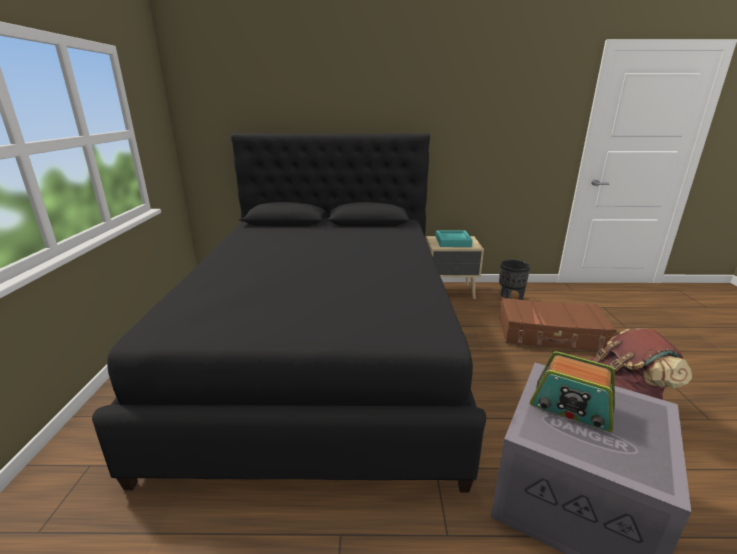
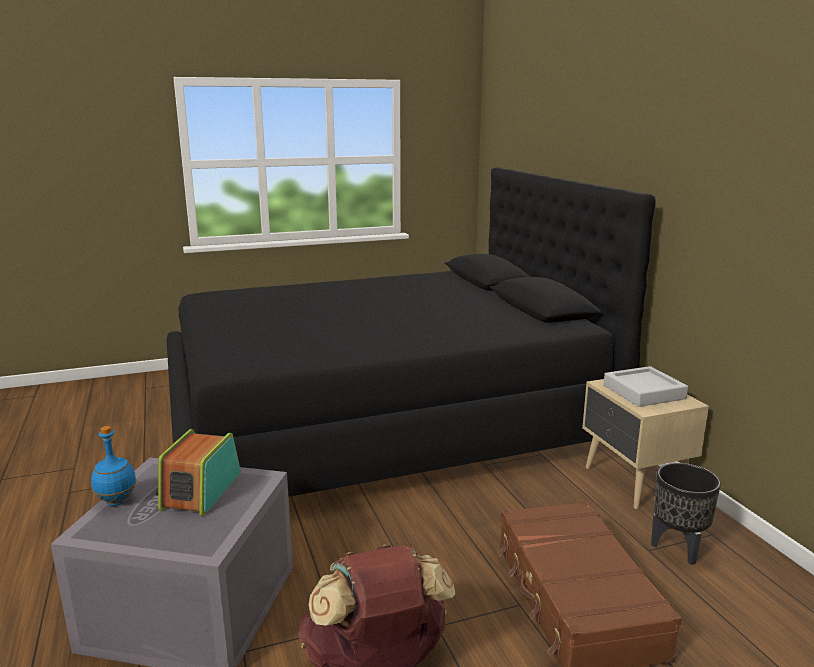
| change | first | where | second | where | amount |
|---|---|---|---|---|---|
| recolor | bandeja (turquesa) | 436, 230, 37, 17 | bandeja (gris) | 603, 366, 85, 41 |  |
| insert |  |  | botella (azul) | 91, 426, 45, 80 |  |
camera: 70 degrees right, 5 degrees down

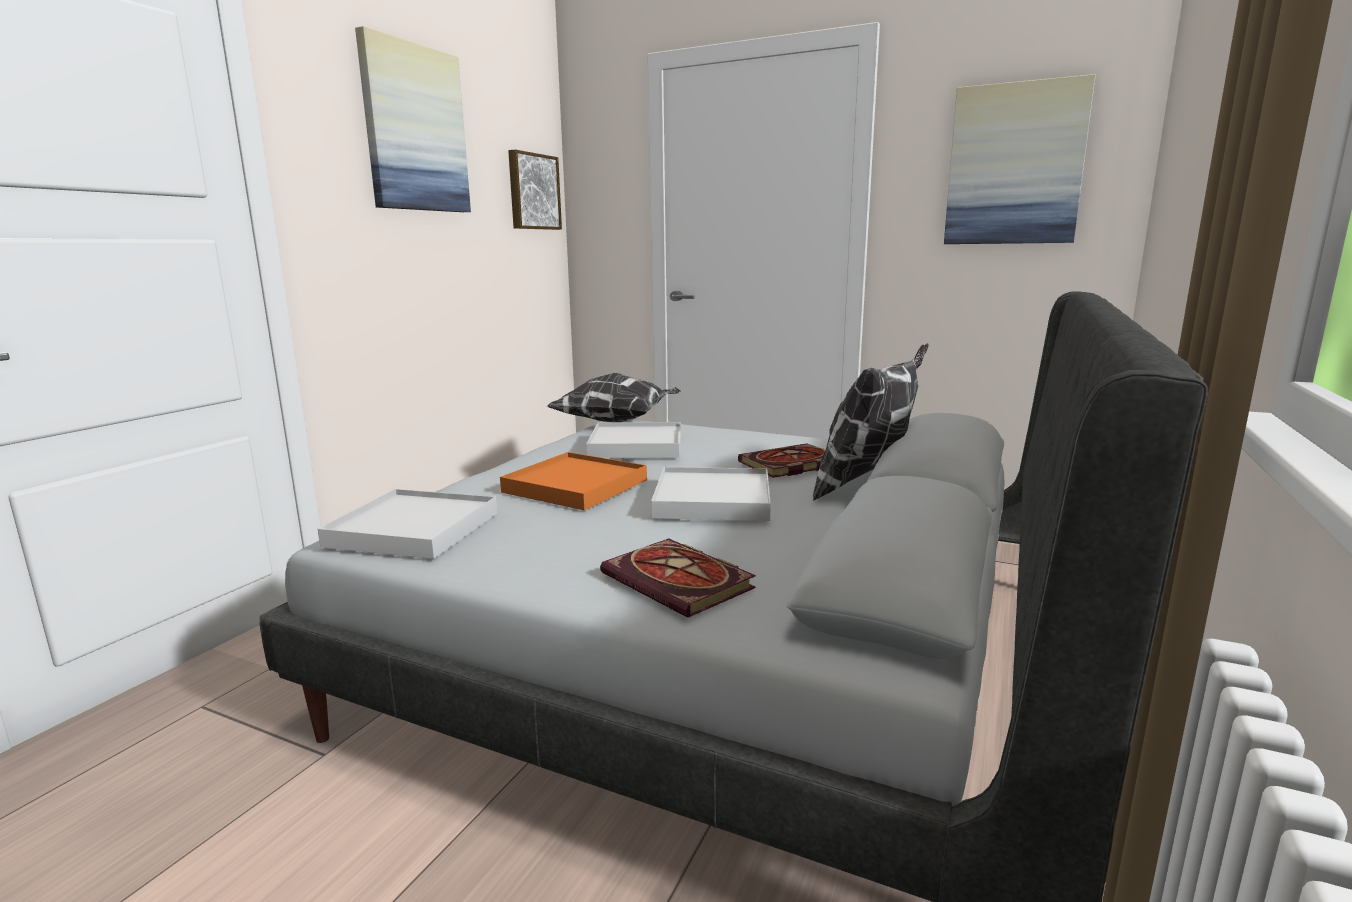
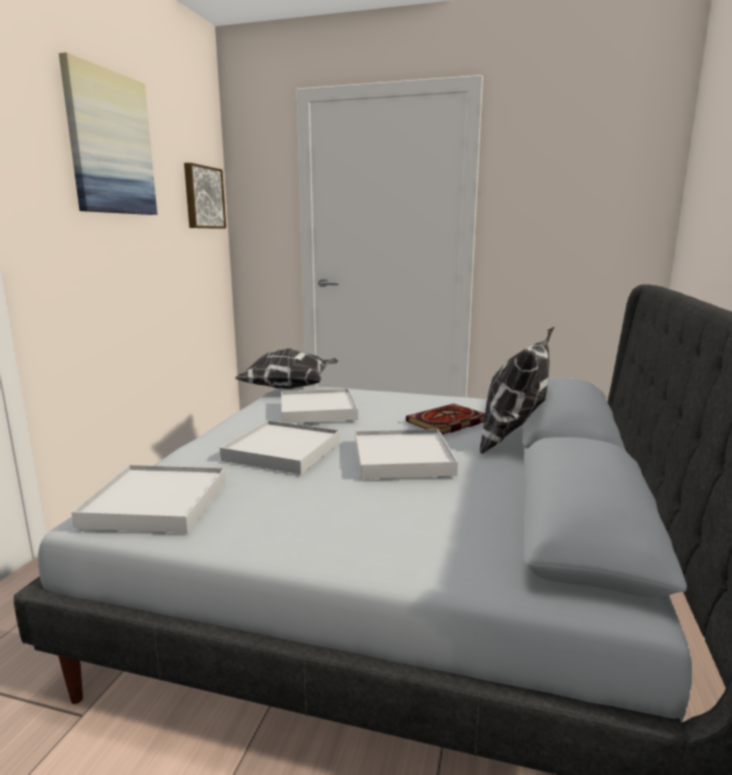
| change | first | where | second | where | amount |
|---|---|---|---|---|---|
| recolor | bandeja (naranja) | 500, 452, 147, 58 | bandeja (blanco) | 220, 420, 120, 55 |  |
| delete | libro | 600, 538, 156, 80 |  |  |  |
| delete | cuadro | 944, 74, 152, 170 |  |  |  |
camera: 10 degrees left, 0 degrees up

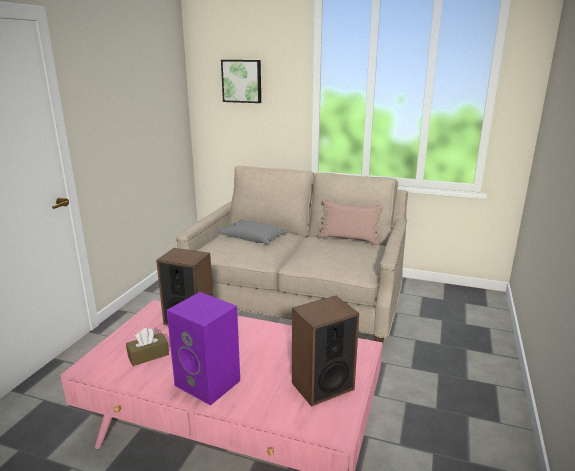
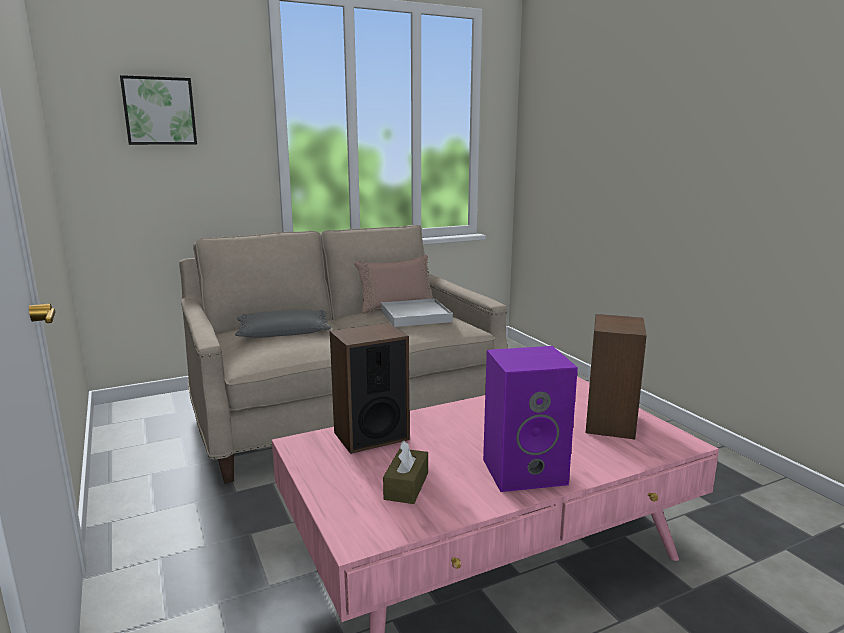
| change | first | where | second | where | amount |
|---|---|---|---|---|---|
| insert |  |  | bandeja (blanco) | 381, 299, 72, 28 |  |
camera: 45 degrees left, 5 degrees down

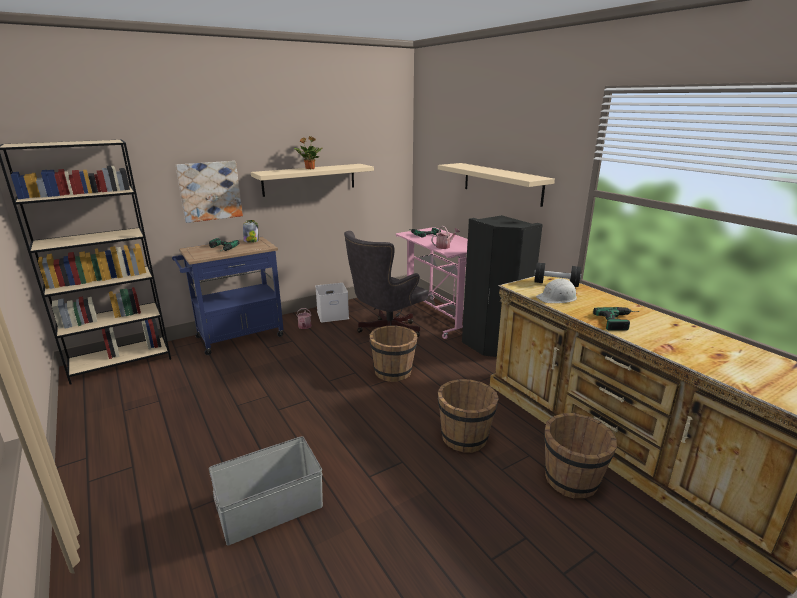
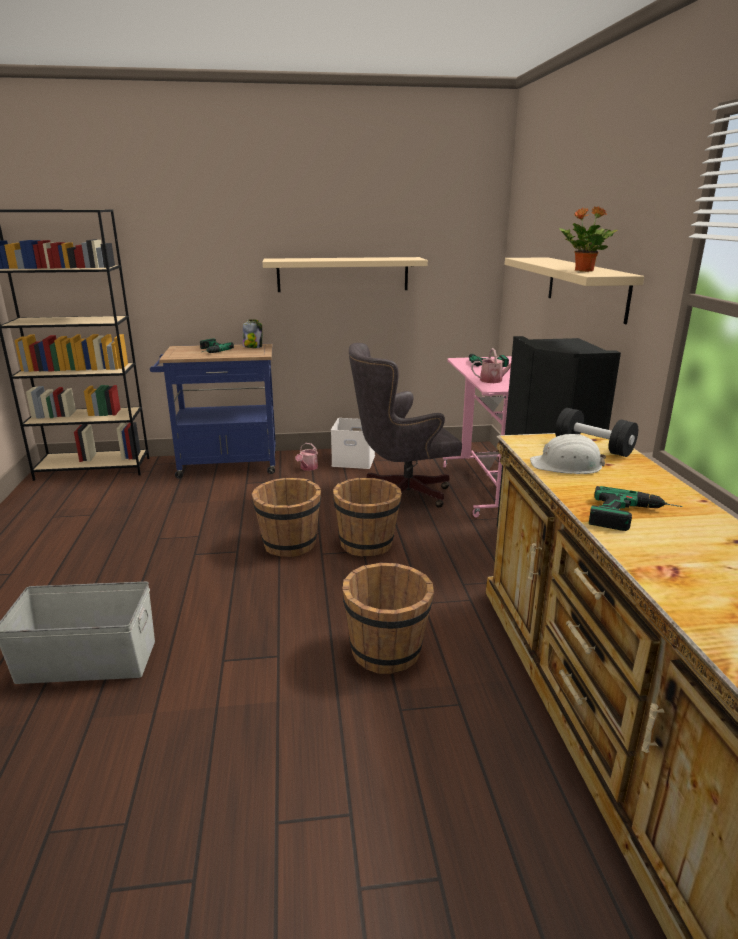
| change | first | where | second | where | amount |
|---|---|---|---|---|---|
| delete | cuadro | 176, 161, 67, 62 |  |  |  |
| move | planta en maceta | 294, 137, 28, 32 |  | 559, 206, 59, 66 |  |
| move | cubo (marrón) | 544, 413, 73, 86 |  | 252, 478, 69, 79 |  |
camera: 25 degrees right, 0 degrees up

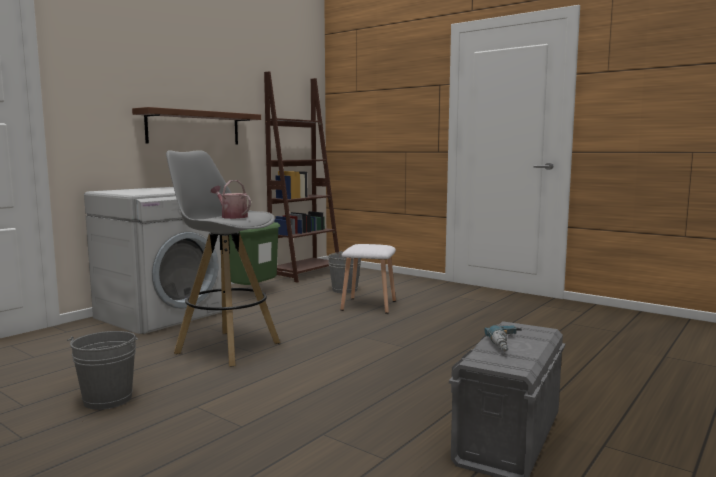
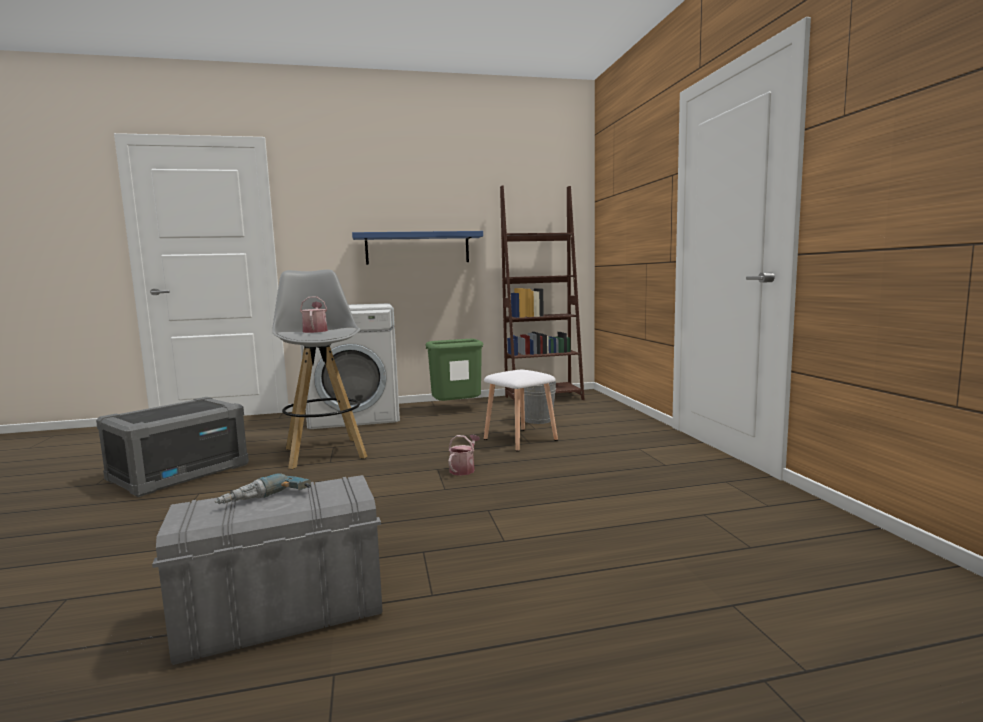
| change | first | where | second | where | amount |
|---|---|---|---|---|---|
| replace | cubo (gris) | 67, 331, 71, 79 | caja de almacenaje (gris) | 96, 397, 153, 100 |  |
| recolor | estante (marrón) | 132, 107, 129, 38 | estante (azul) | 352, 231, 131, 34 |  |
| insert |  |  | regadera | 448, 435, 32, 41 |  |
camera: 40 degrees right, 0 degrees up

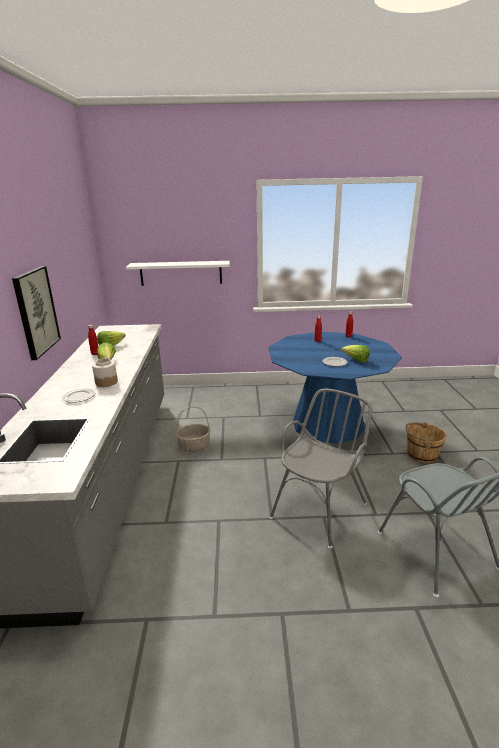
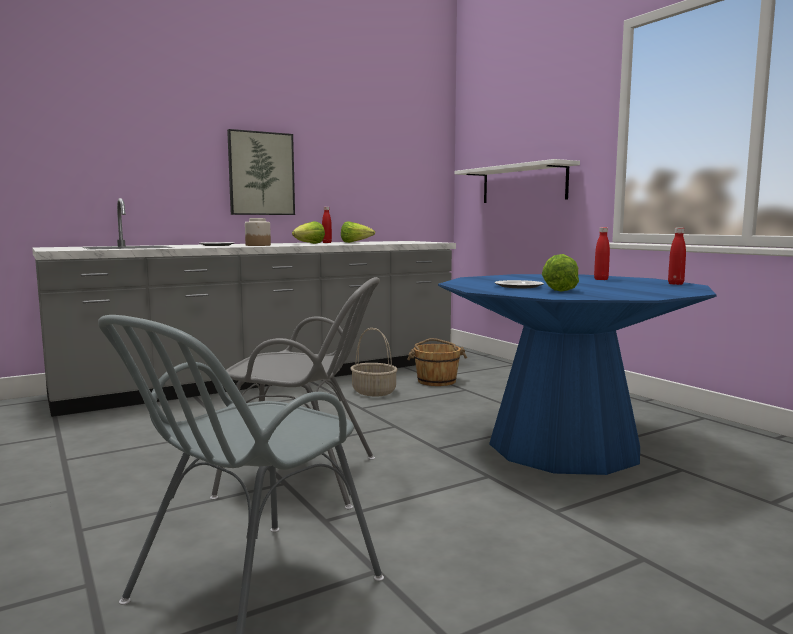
| change | first | where | second | where | amount |
|---|---|---|---|---|---|
| move | cubo (marrón) | 406, 422, 40, 41 |  | 407, 338, 60, 48 |  |
camera: 60 degrees right, 15 degrees down

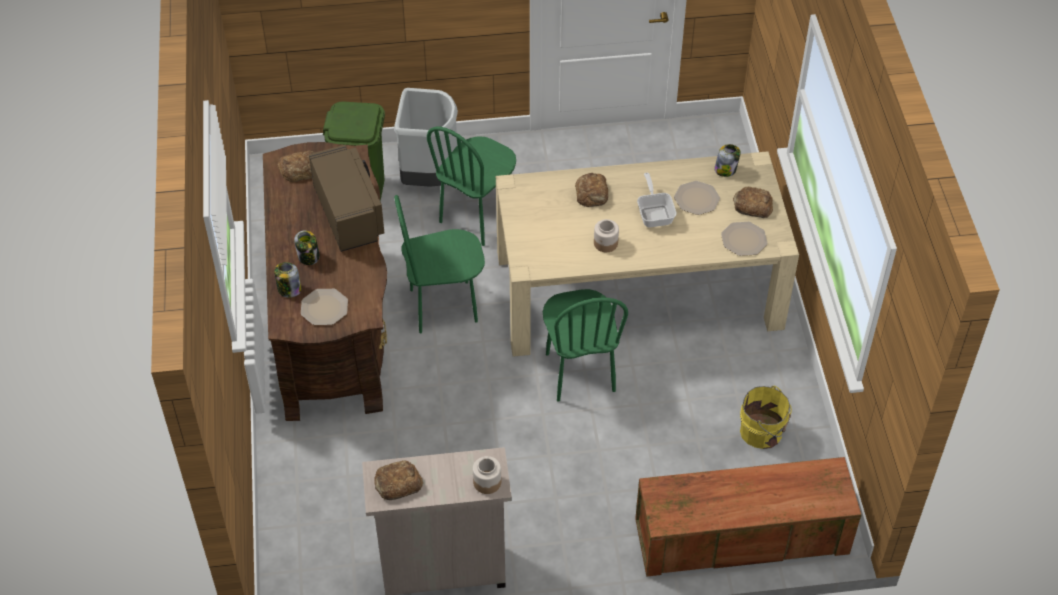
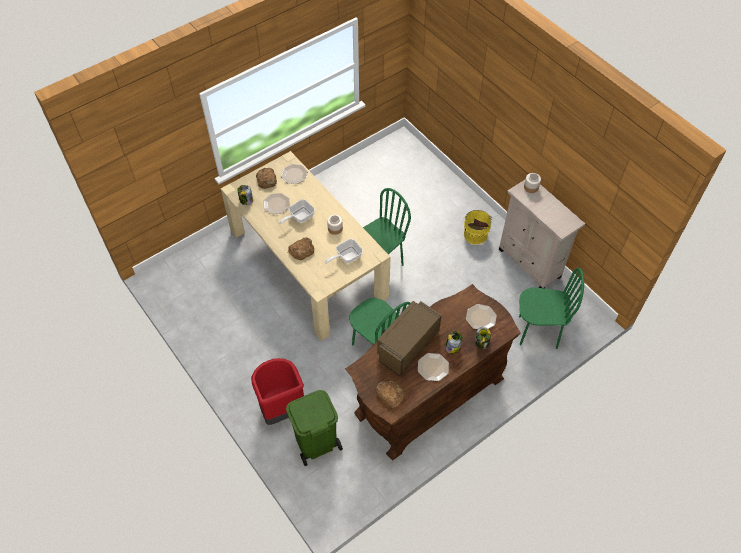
| change | first | where | second | where | amount |
|---|---|---|---|---|---|
| delete | pan | 374, 460, 49, 40 |  |  |  |
| recolor | papelera (gris) | 394, 88, 64, 99 | papelera (rojo) | 251, 358, 53, 67 |  |
| move | silla (verde) | 427, 127, 89, 119 |  | 519, 268, 65, 81 |  |
| delete | banco (marrón) | 635, 457, 227, 120 |  |  |  |
| move | cubo (amarillo) | 740, 386, 52, 63 |  | 464, 210, 27, 34 |  |
| insert |  |  | sartén | 324, 239, 39, 25 |  |
| insert |  |  | plato | 418, 353, 31, 28 |  |
camera: 120 degrees left, 5 degrees up

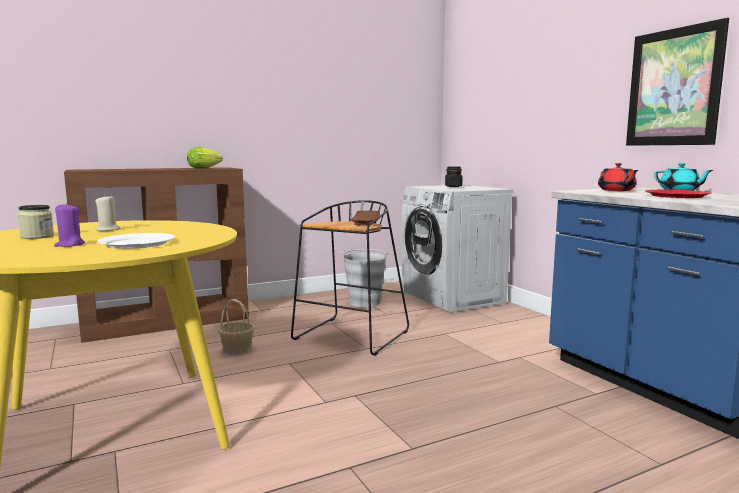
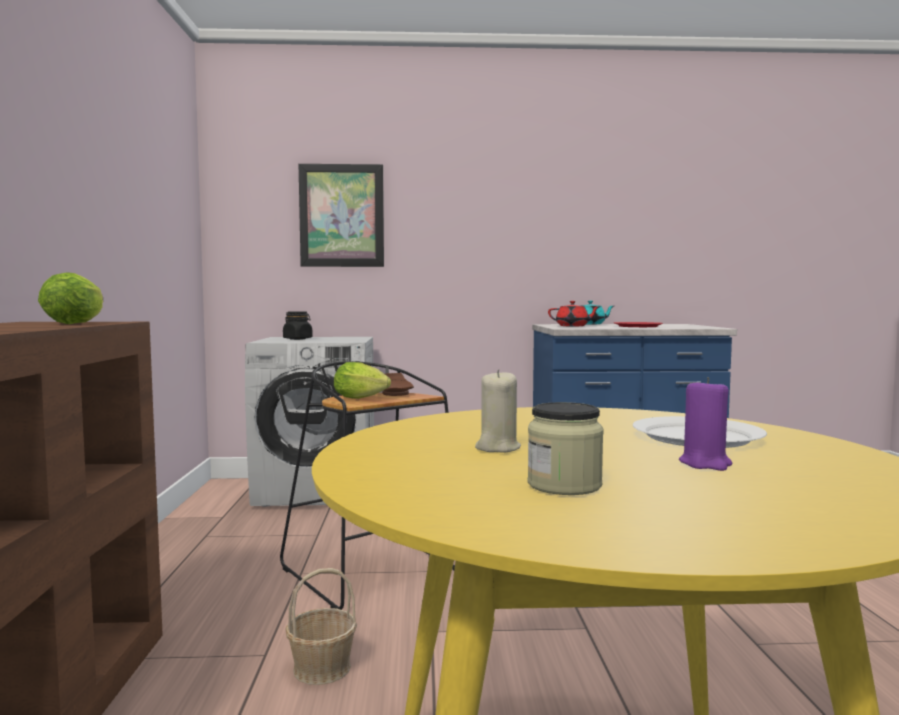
| change | first | where | second | where | amount |
|---|---|---|---|---|---|
| delete | cubo (gris) | 342, 249, 46, 58 |  |  |  |
| move | cuadro | 626, 18, 103, 128 |  | 299, 164, 85, 103 |  |
| insert |  |  | lechuga | 334, 362, 57, 37 |  |
camera: 65 degrees left, 5 degrees down

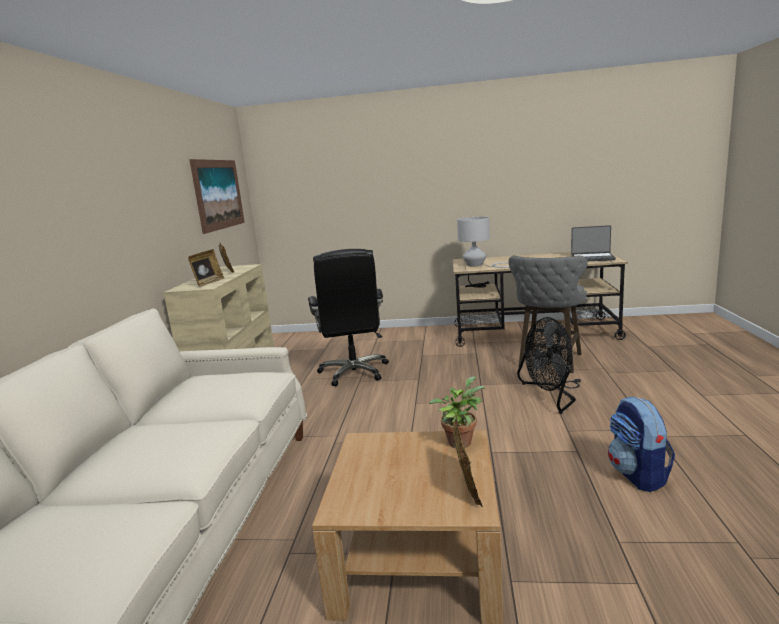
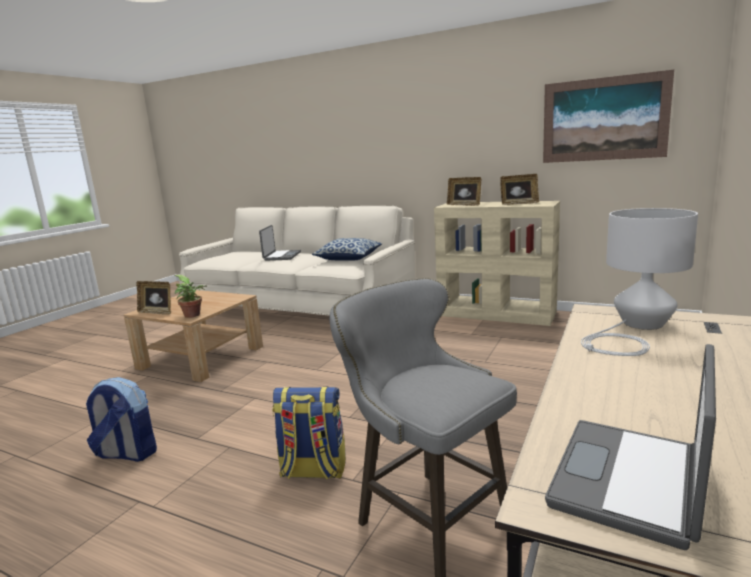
| change | first | where | second | where | amount |
|---|---|---|---|---|---|
| delete | silla de oficina (negro) | 308, 249, 81, 137 |  |  |  |
| replace | ventilador (negro) | 517, 317, 64, 97 | mochila | 272, 387, 74, 93 |  |
| insert |  |  | portátil | 259, 225, 42, 36 |  |
| insert |  |  | cojín | 312, 238, 71, 22 |  |
camera: 110 degrees right, 0 degrees up

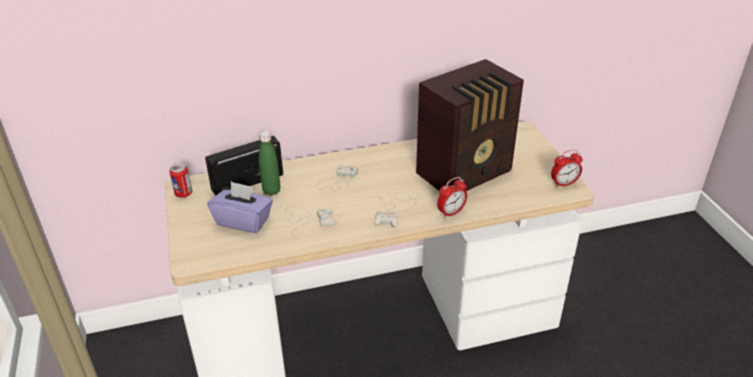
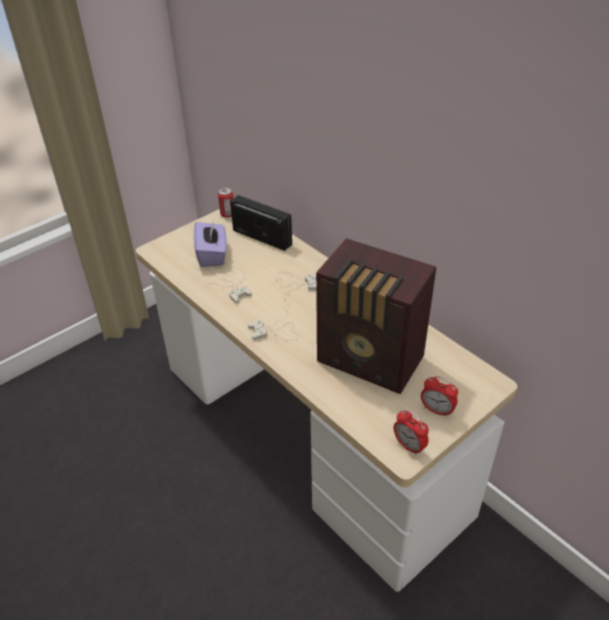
| change | first | where | second | where | amount |
|---|---|---|---|---|---|
| delete | botella (verde) | 259, 131, 22, 65 |  |  |  |
| move | despertador | 437, 177, 30, 41 |  | 421, 376, 37, 41 |  |
camera: 65 degrees right, 5 degrees up

